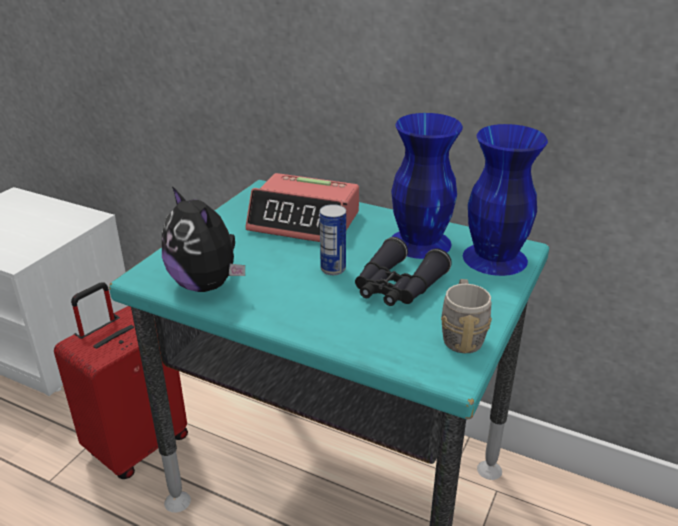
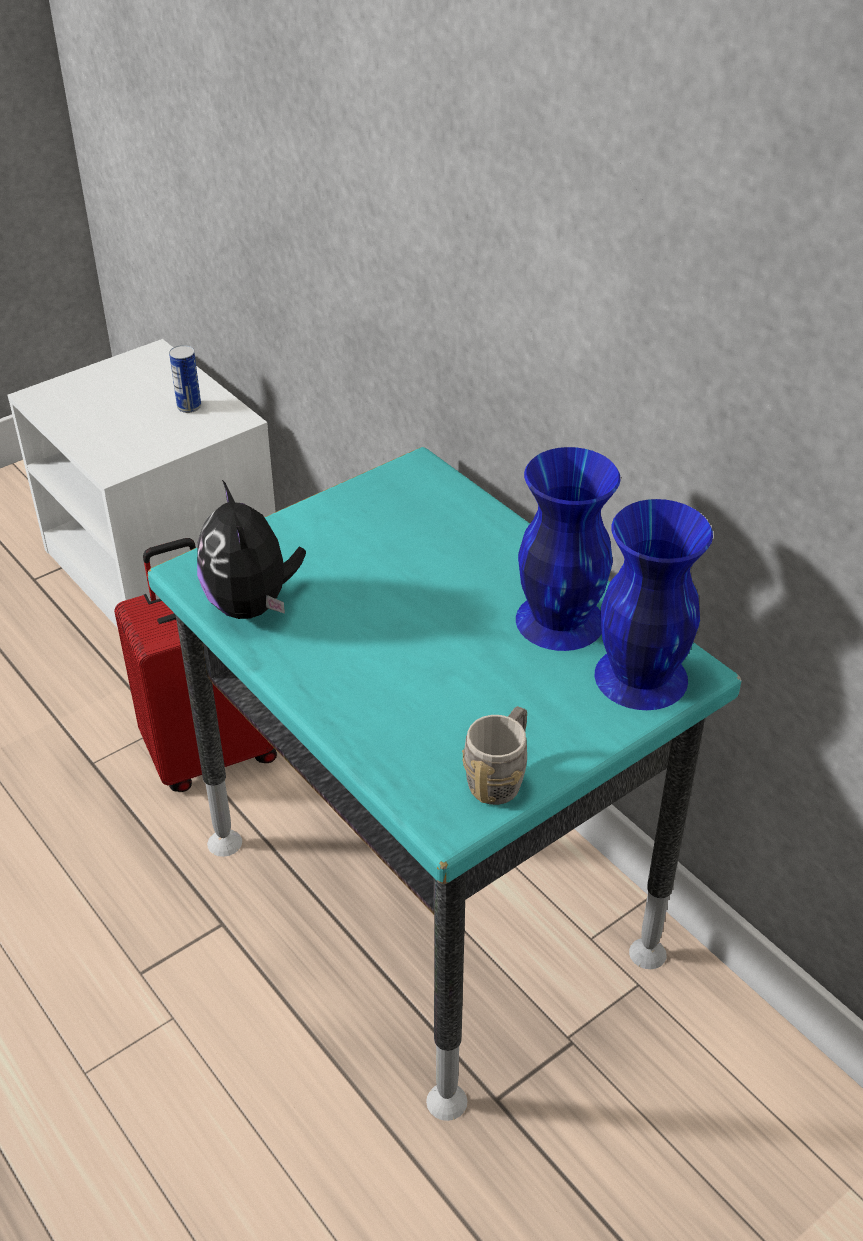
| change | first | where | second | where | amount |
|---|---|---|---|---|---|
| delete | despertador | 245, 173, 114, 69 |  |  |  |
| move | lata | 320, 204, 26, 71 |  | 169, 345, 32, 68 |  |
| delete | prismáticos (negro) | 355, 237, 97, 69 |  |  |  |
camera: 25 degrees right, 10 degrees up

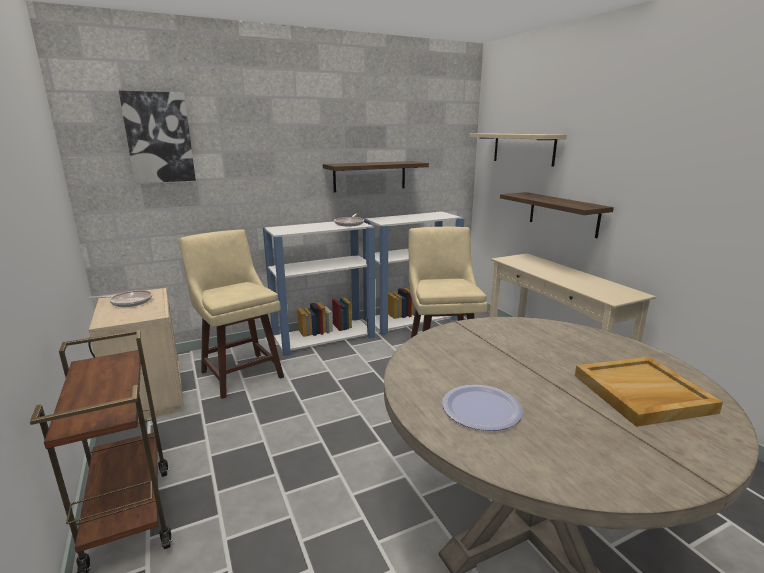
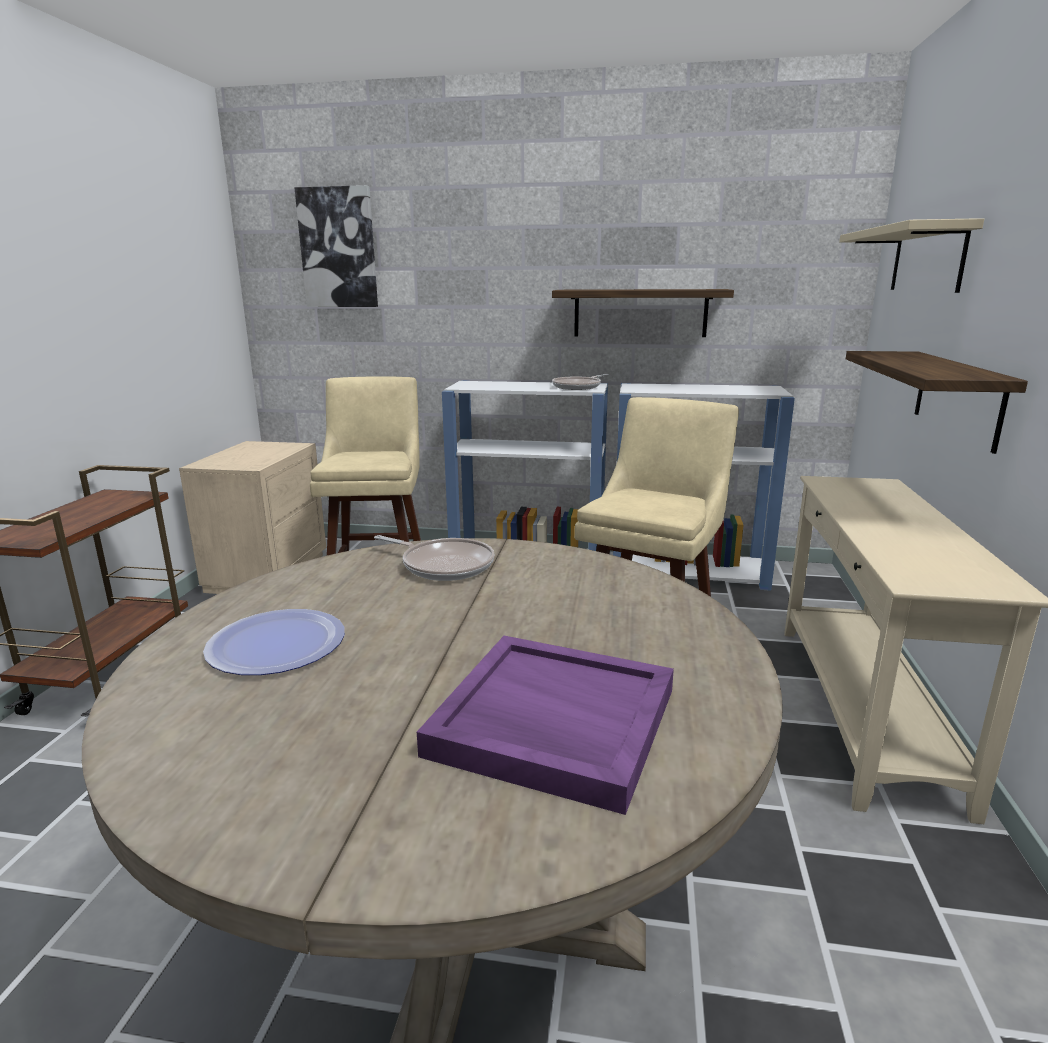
| change | first | where | second | where | amount |
|---|---|---|---|---|---|
| move | sartén | 89, 290, 63, 17 |  | 374, 535, 120, 46 |  |
| recolor | bandeja (beis) | 575, 357, 148, 70 | bandeja (morado) | 417, 636, 257, 179 |  |
camera: 35 degrees right, 0 degrees up

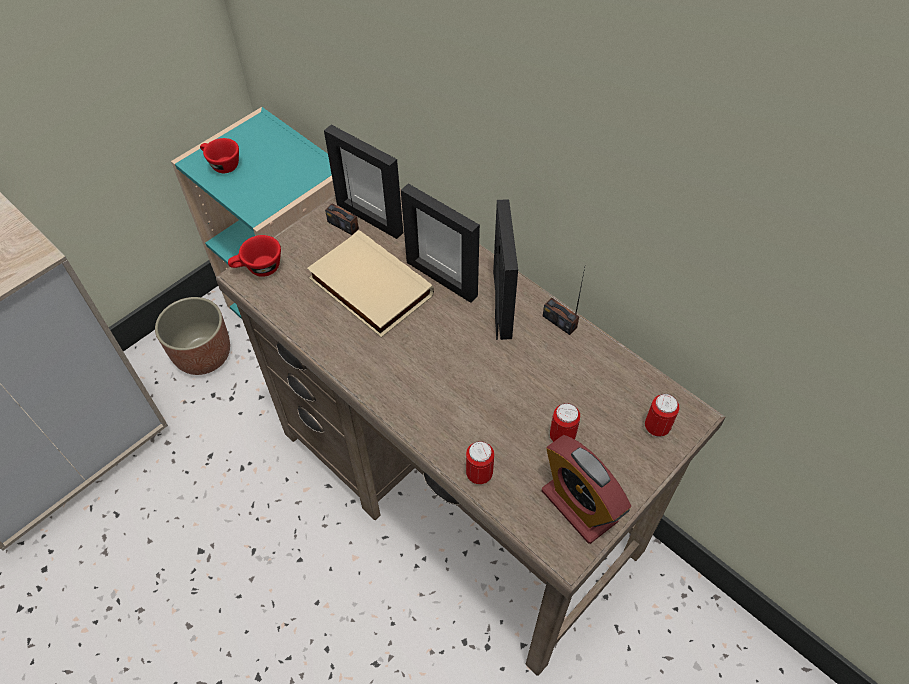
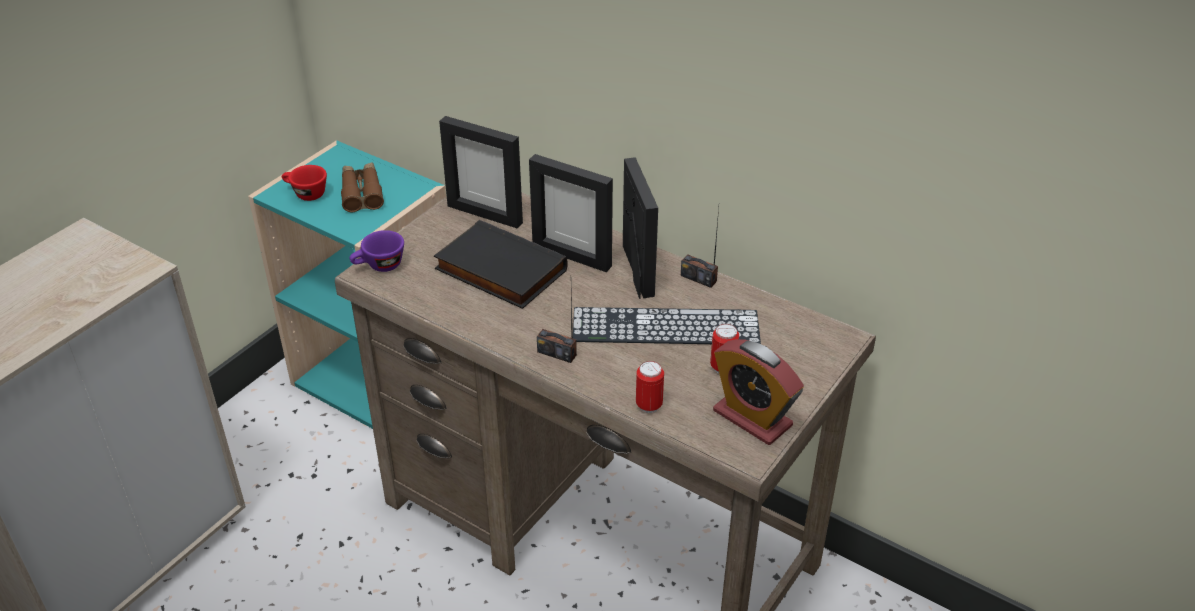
| change | first | where | second | where | amount |
|---|---|---|---|---|---|
| delete | maceta | 155, 297, 75, 78 |  |  |  |
| recolor | taza (rojo) | 228, 235, 53, 42 | taza (morado) | 350, 230, 54, 42 |  |
| recolor | libro (beis) | 307, 230, 127, 108 | libro (negro) | 434, 220, 134, 89 |  |
| move | radio | 325, 167, 34, 68 |  | 537, 293, 40, 70 |  |
| delete | lata | 645, 394, 34, 43 |  |  |  |
| insert |  |  | prismáticos (marrón) | 341, 162, 43, 50 |  |
| insert |  |  | teclado | 573, 307, 188, 37 |  |
camera: 10 degrees left, 15 degrees down

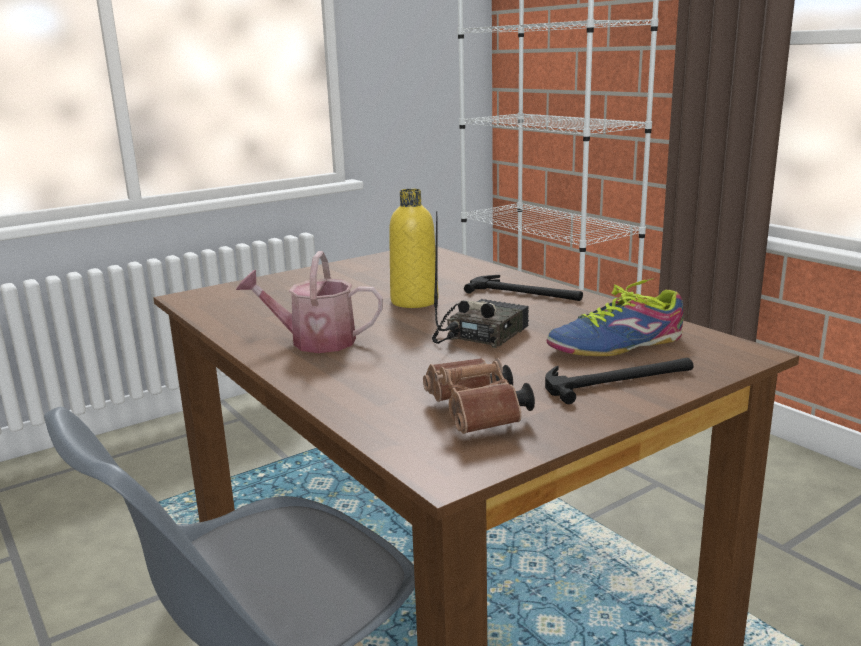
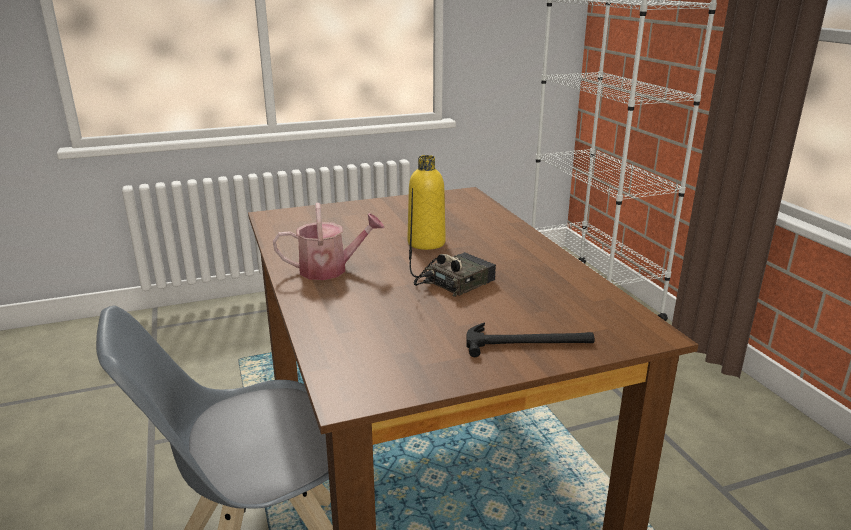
| change | first | where | second | where | amount |
|---|---|---|---|---|---|
| rotate | regadera | 236, 251, 147, 102 |  | 273, 203, 112, 77 | 150 degrees clockwise |
| delete | prismáticos (marrón) | 423, 358, 112, 76 |  |  |  |
| delete | martillo | 464, 275, 119, 26 |  |  |  |
| delete | zapato | 547, 278, 137, 78 |  |  |  |
camera: 15 degrees right, 5 degrees up

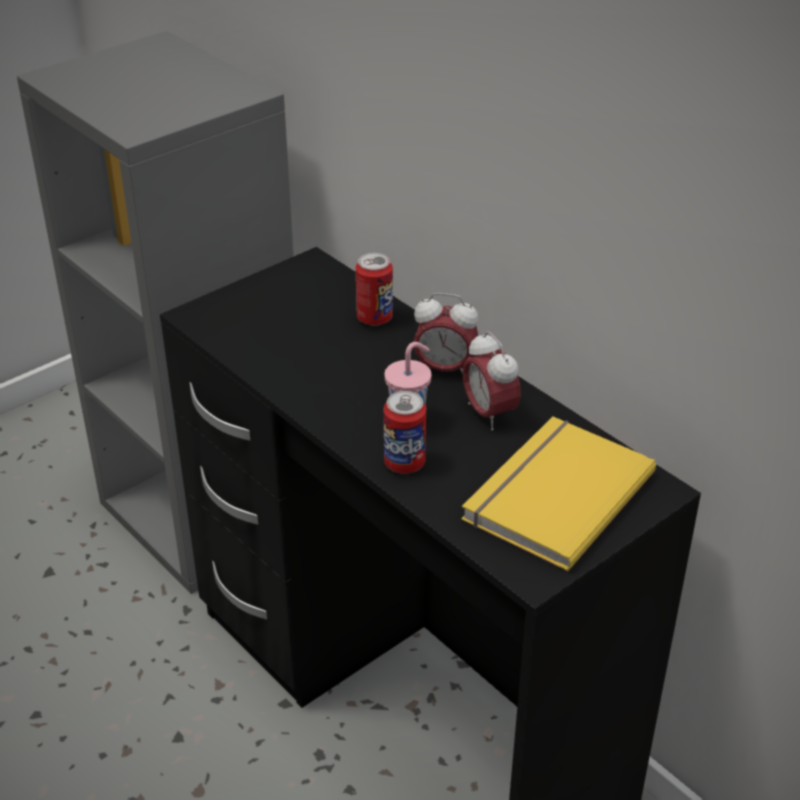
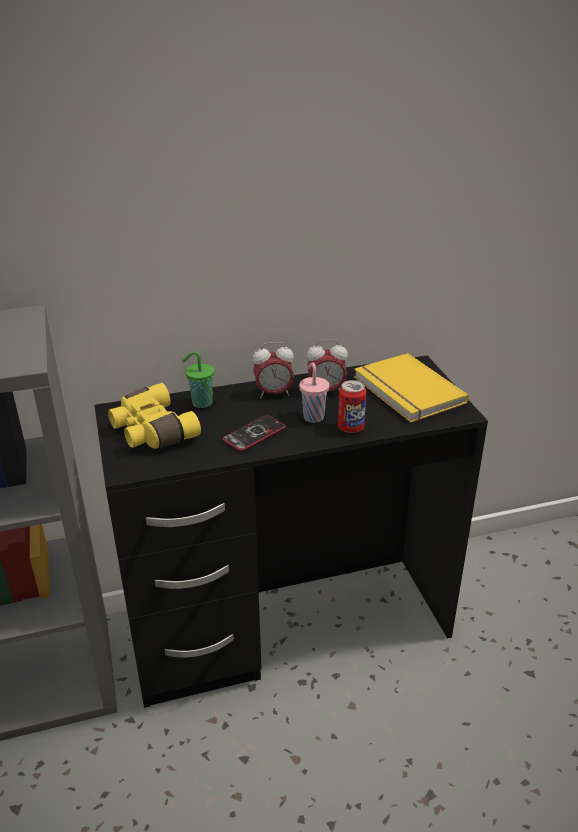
| change | first | where | second | where | amount |
|---|---|---|---|---|---|
| replace | lata | 356, 253, 37, 73 | taza (verde) | 182, 351, 33, 57 |  |
| rotate | despertador | 413, 293, 65, 79 |  | 253, 342, 41, 56 | 45 degrees clockwise |
| insert |  |  | prismáticos (amarillo) | 108, 383, 93, 66 |  |
| insert |  |  | móvil | 222, 415, 64, 36 |  |
camera: 65 degrees left, 5 degrees down

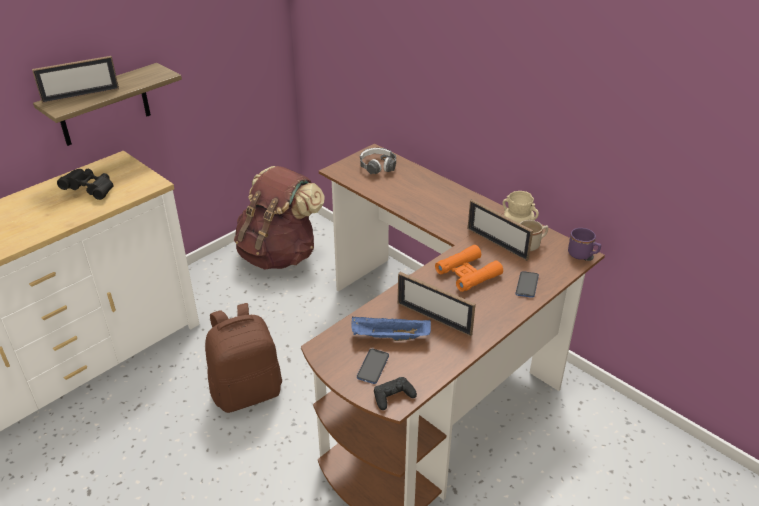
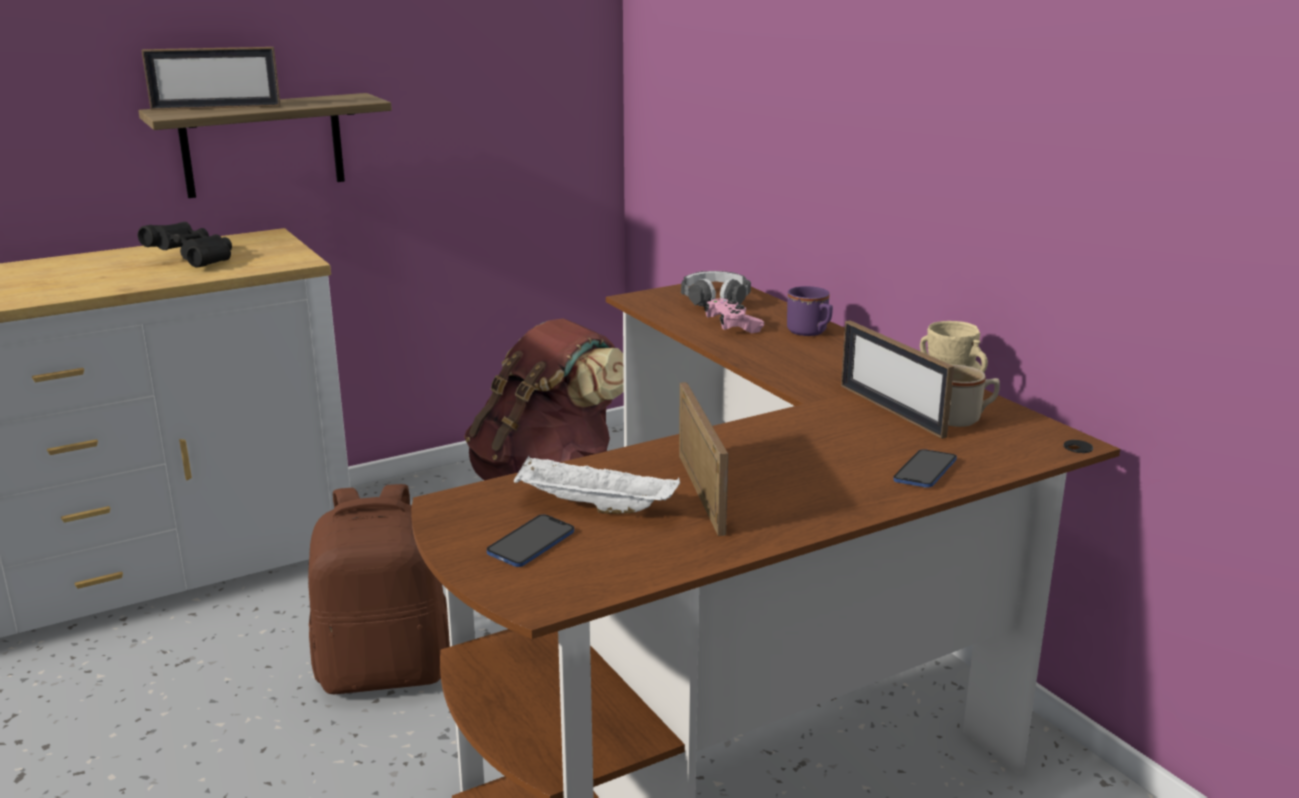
| change | first | where | second | where | amount |
|---|---|---|---|---|---|
| recolor | bandeja (azul) | 351, 317, 80, 24 | bandeja (blanco) | 514, 456, 166, 58 |  |
| delete | mando de consola (negro) | 374, 377, 43, 33 |  |  |  |
| rotate | portarretratos | 398, 272, 78, 64 |  | 679, 382, 49, 154 | 150 degrees counterclockwise |
| delete | prismáticos (naranja) | 435, 245, 68, 47 |  |  |  |
| move | taza grande (morado) | 568, 228, 33, 32 |  | 787, 286, 46, 50 |  |
| insert |  |  | mando de consola (rosa) | 704, 298, 60, 35 |  |
camera: 15 degrees right, 15 degrees down

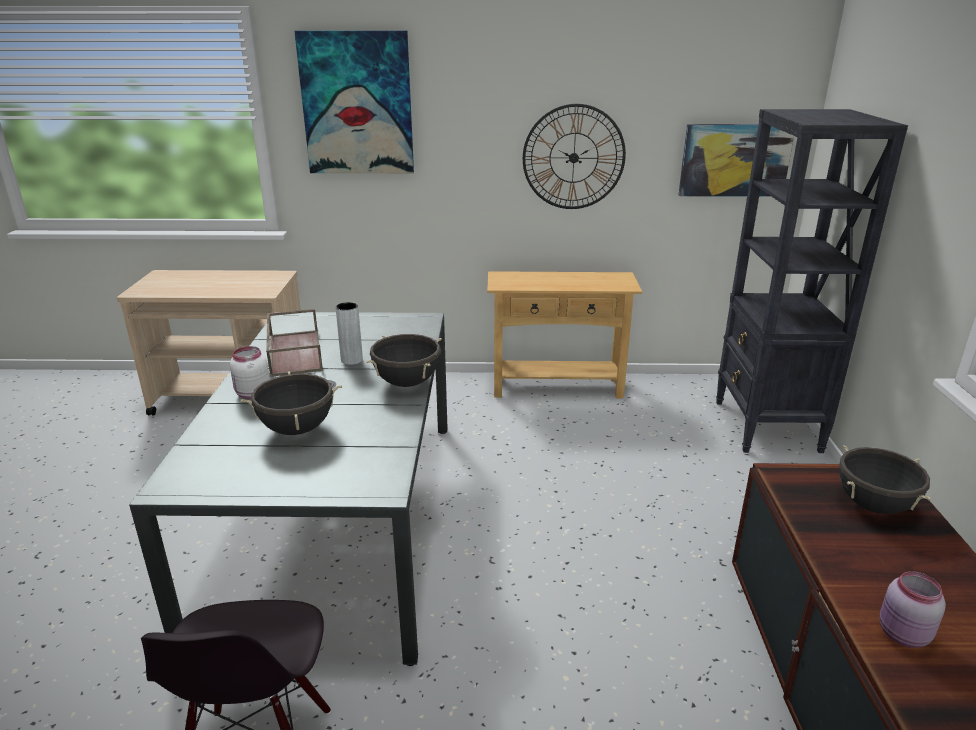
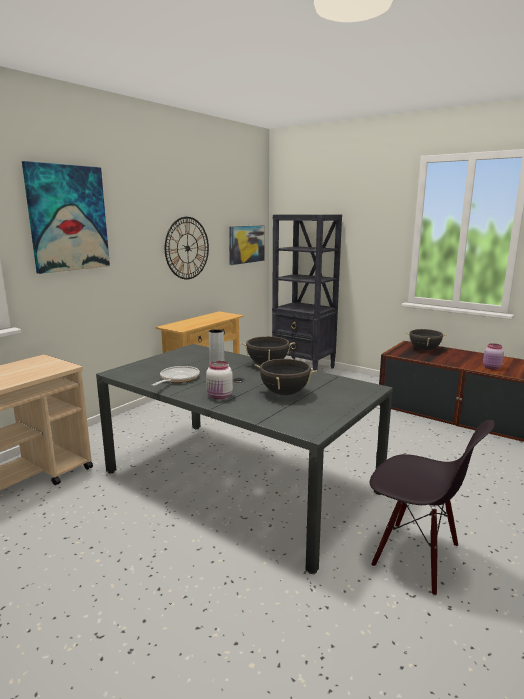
| change | first | where | second | where | amount |
|---|---|---|---|---|---|
| replace | bandeja (marrón) | 266, 309, 57, 68 | sartén | 152, 366, 48, 20 |  |
camera: 55 degrees left, 10 degrees down

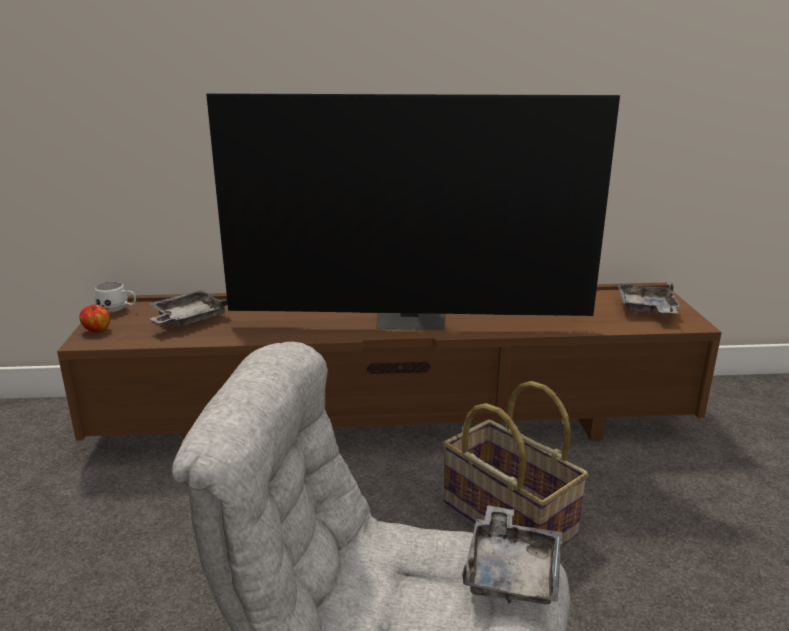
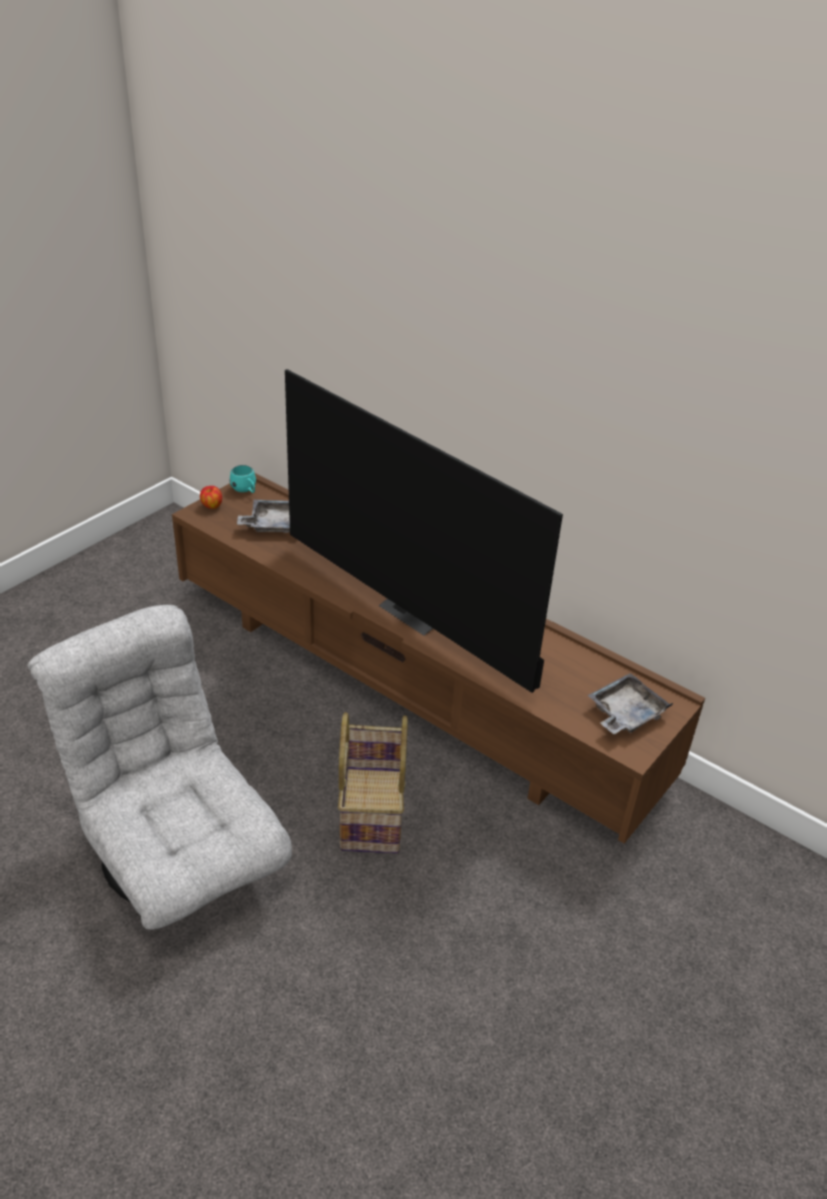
| change | first | where | second | where | amount |
|---|---|---|---|---|---|
| recolor | taza grande (blanco) | 95, 282, 41, 30 | taza grande (turquesa) | 229, 465, 27, 28 |  |
| delete | bandeja (gris) | 462, 505, 101, 99 |  |  |  |
camera: 40 degrees right, 15 degrees up

